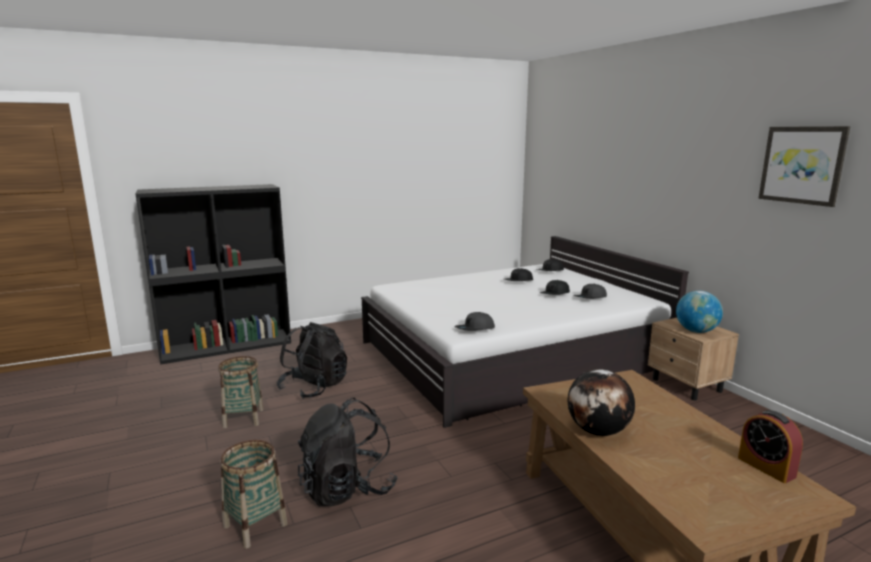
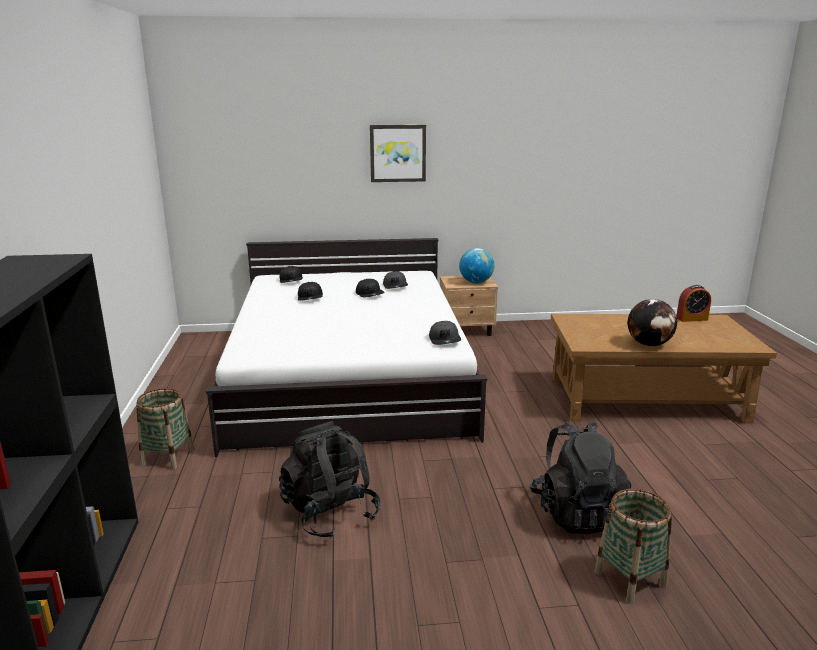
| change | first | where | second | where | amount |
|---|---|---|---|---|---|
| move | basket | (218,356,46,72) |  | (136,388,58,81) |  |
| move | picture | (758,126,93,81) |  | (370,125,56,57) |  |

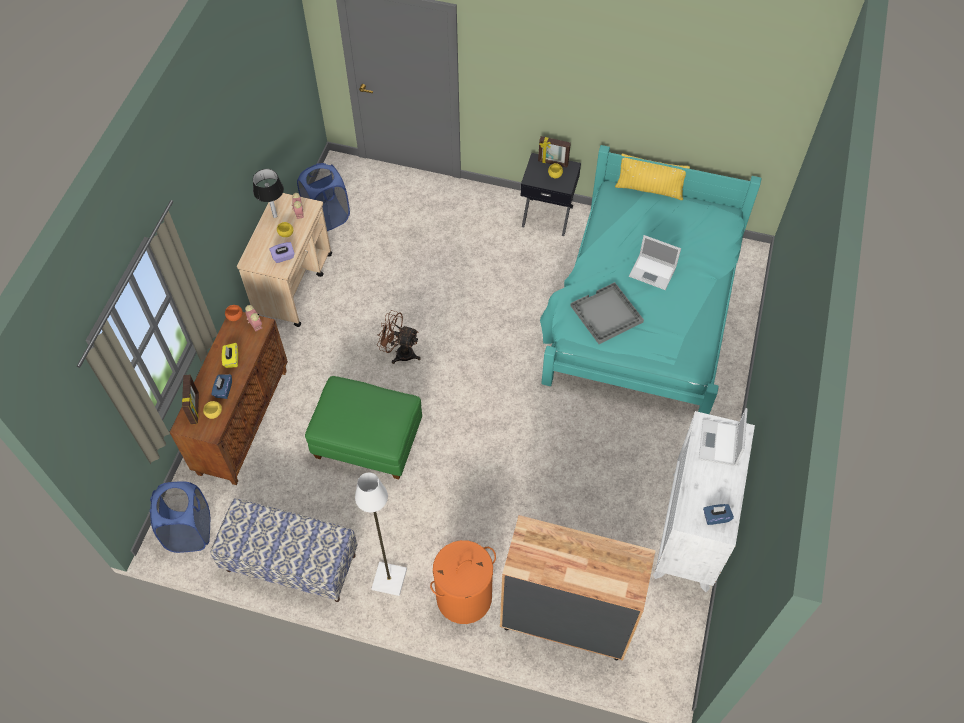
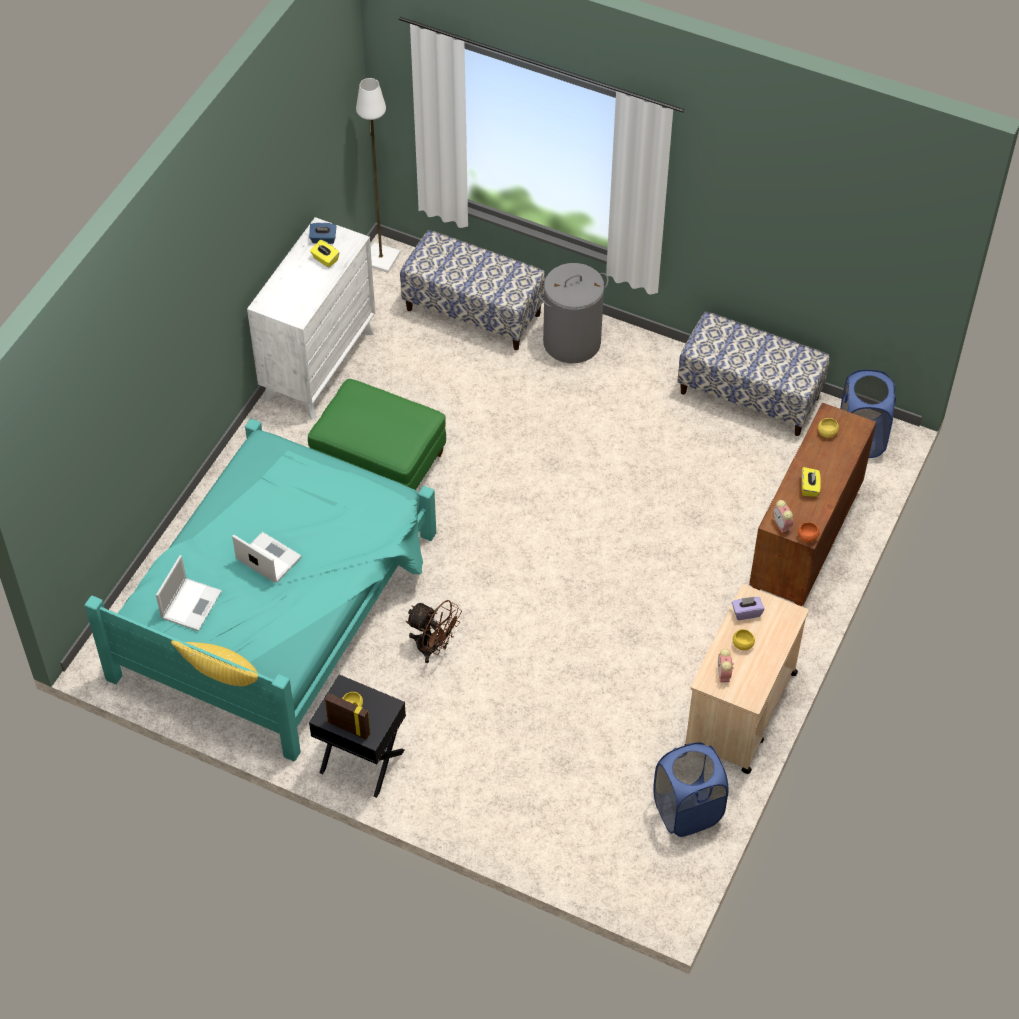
| change | first | where | second | where | amount |
|---|---|---|---|---|---|
| move | laptop | (699,408,49,58) |  | (156,555,66,76) |  |
| move | green ottoman | (305,376,117,103) |  | (308,379,138,111) |  |
| insert |  |  | yellow tissue box | (310,240,30,27) |  |
| move | white floor lamp | (355,473,52,123) |  | (356,78,44,195) |  |
| replace | brown dresser | (500,515,156,146) | bench | (400,230,146,120) |  |
| move | brown fan | (377,310,44,54) |  | (406,600,56,63) |  |
| recolor | orange laundry basket | (430,540,66,84) | grey laundry basket | (539,263,70,100) |  |
| delete | picture frame | (182,375,17,49) |  |  |  |
| delete | blue tissue box | (212,374,20,25) |  |  |  |
| delete | table lamp | (253,169,31,49) |  |  |  |
| delete | grey tray | (571,282,73,62) |  |  |  |

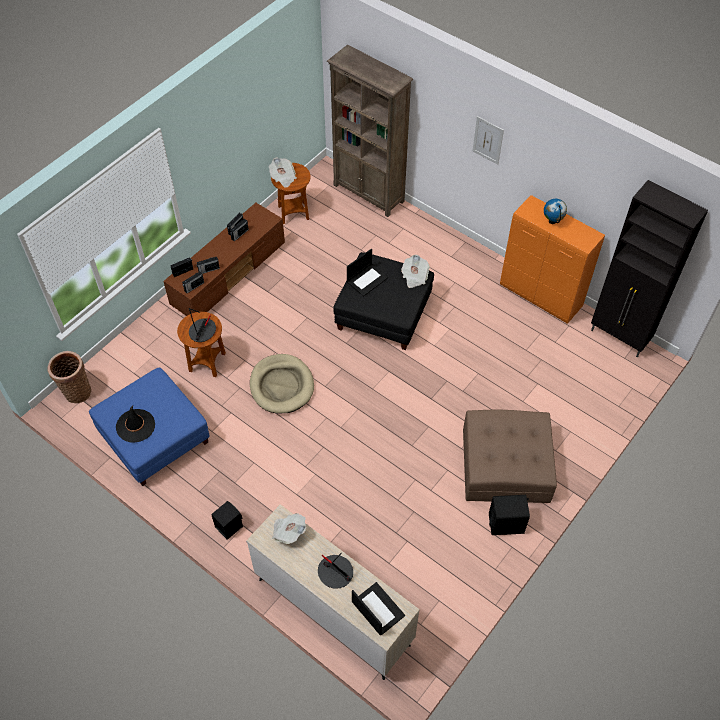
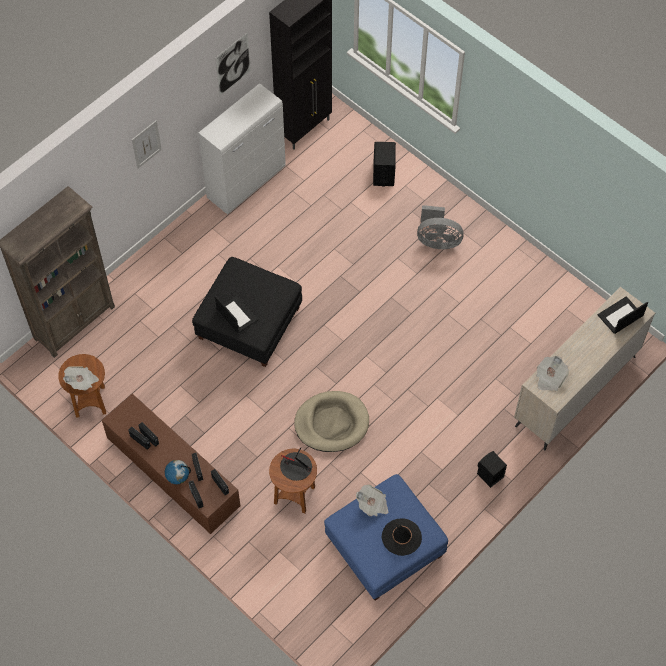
| change | first | where | second | where | amount |
|---|---|---|---|---|---|
| move | globe | (544,199,23,25) |  | (165,460,26,24) |  |
| recolor | orange cabinet | (500,195,105,129) | white cabinet | (198,83,88,132) |  |
| insert |  |  | picture | (215,32,36,64) |  |
| move | newspaper | (401,255,29,33) |  | (356,485,32,31) |  |
| move | black speaker | (489,495,41,40) |  | (373,142,23,44) |  |
| replace | brown ottoman | (463,409,94,94) | grey fan | (417,205,47,44) |  |
| delete | basket | (48,351,43,52) |  |  |  |
| delete | table lamp | (318,553,35,36) |  |  |  |

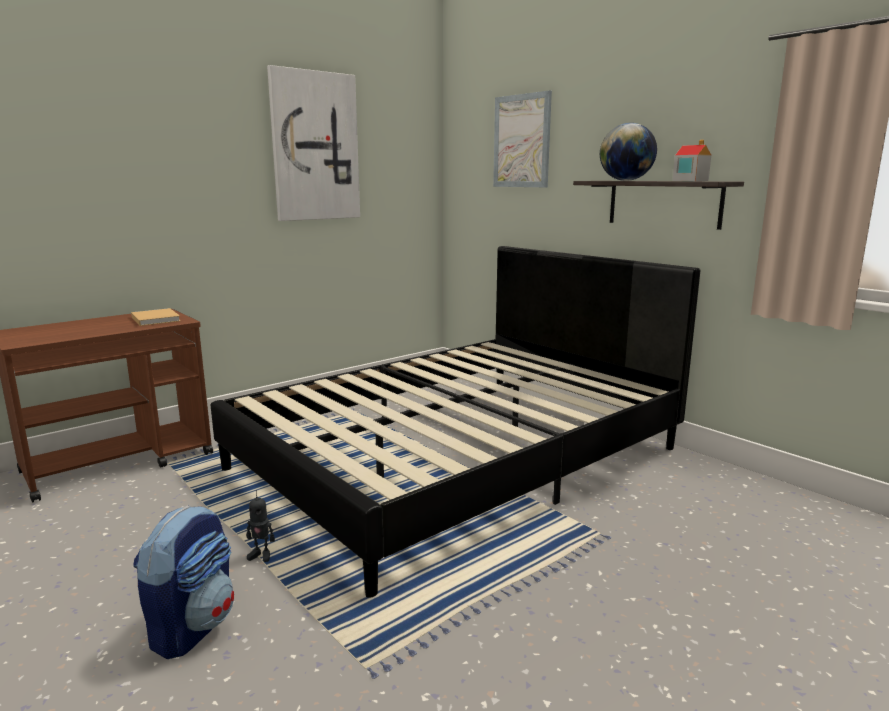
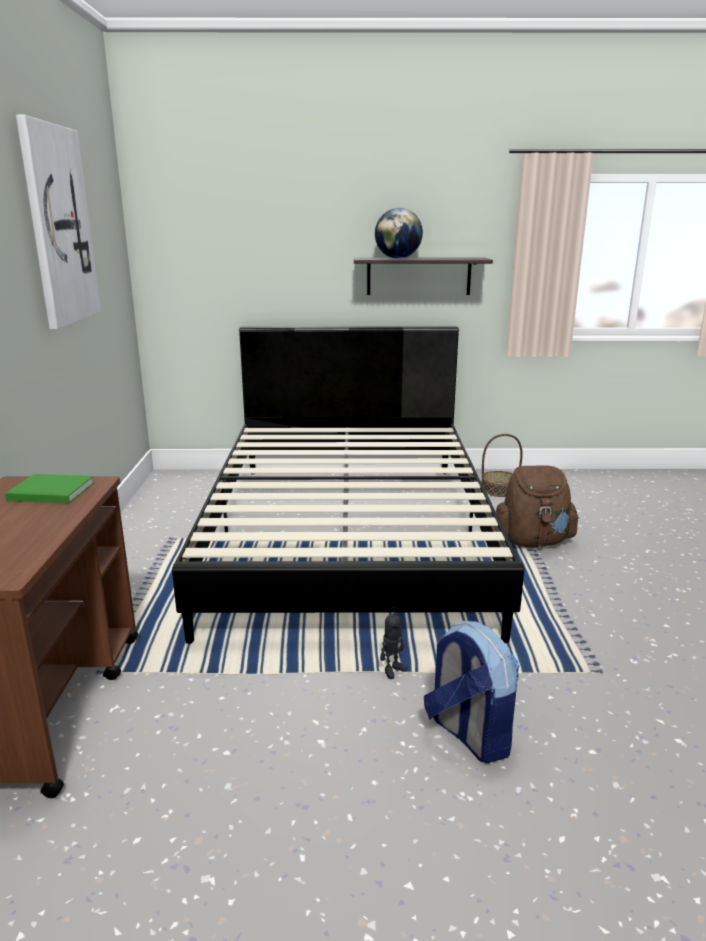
| change | first | where | second | where | amount |
|---|---|---|---|---|---|
| recolor | beige book | (131,308,49,18) | green book | (5,474,89,30) |  |
| insert |  |  | basket | (482,434,41,63) |  |
| insert |  |  | brown backpack | (495,465,84,82) |  |
| delete | picture | (493,90,59,97) |  |  |  |
| delete | toy house | (673,140,38,41) |  |  |  |

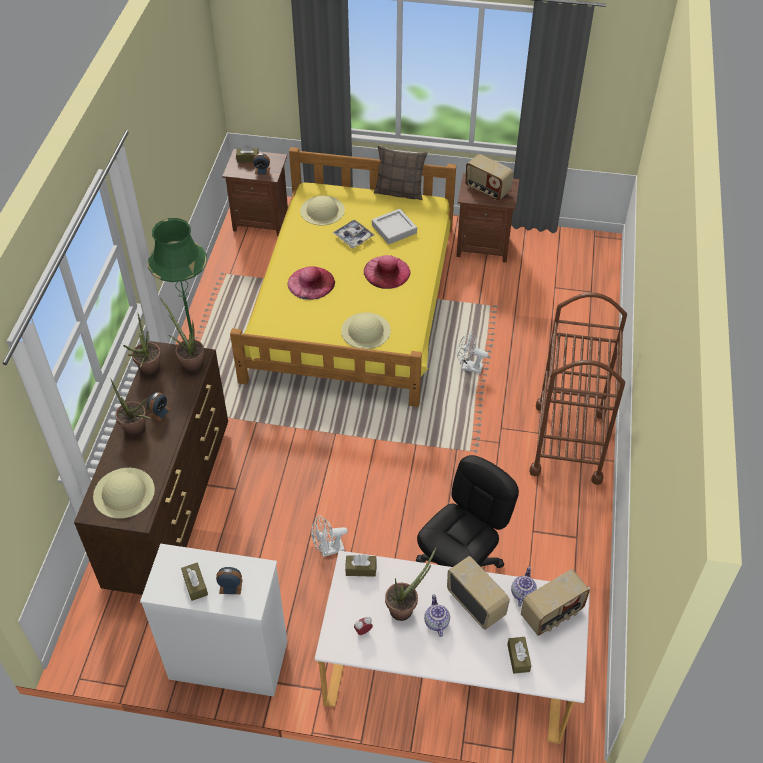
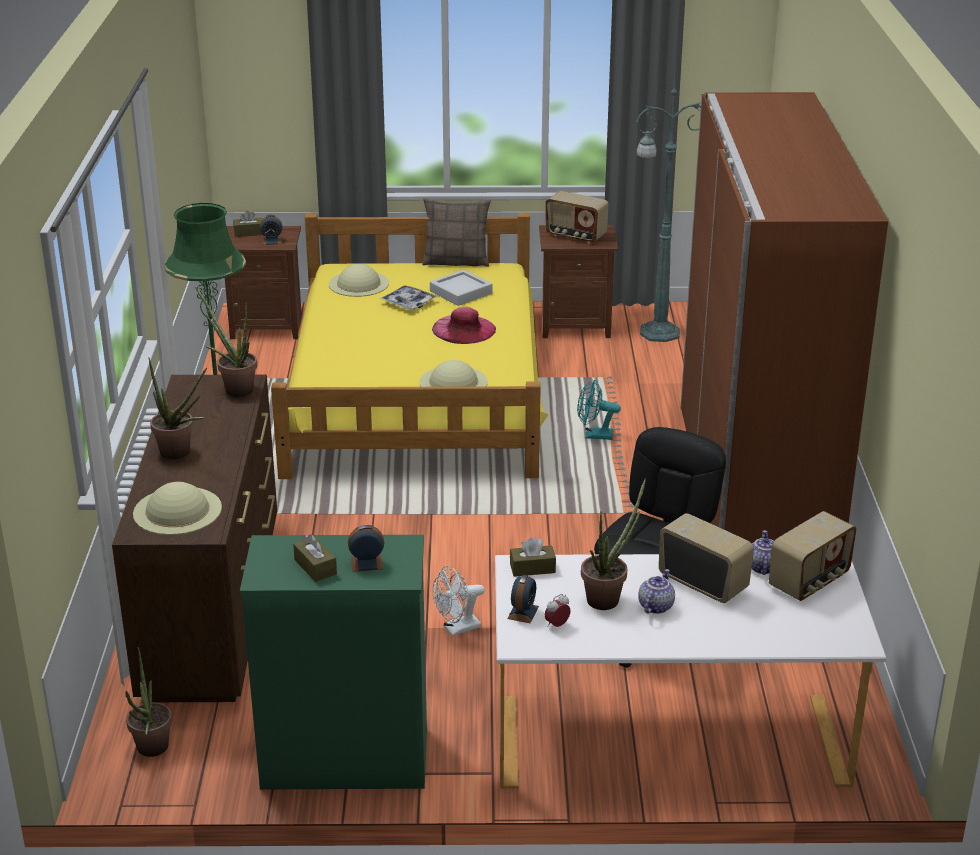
| change | first | where | second | where | amount |
|---|---|---|---|---|---|
| move | potted plant | (123,312,38,64) |  | (125,647,47,110) |  |
| recolor | white dresser | (140,544,148,153) | green dresser | (240,535,187,255) |  |
| move | alarm clock | (147,392,24,29) |  | (508,575,31,48) |  |
| recolor | white fan | (457,332,32,42) | turquoise fan | (577,379,44,61) |  |
| insert |  |  | green floor lamp | (636,65,65,277) |  |
| rotate | teapot | (424,594,26,43) |  | (638,569,37,45) | 45 degrees clockwise |
| replace | brown cart | (529,293,98,192) | brown wardrobe | (680,92,208,451) |  |
| delete | pink hat | (288,266,47,34) |  |  |  |
| delete | brown tissue box | (507,637,24,37) |  |  |  |

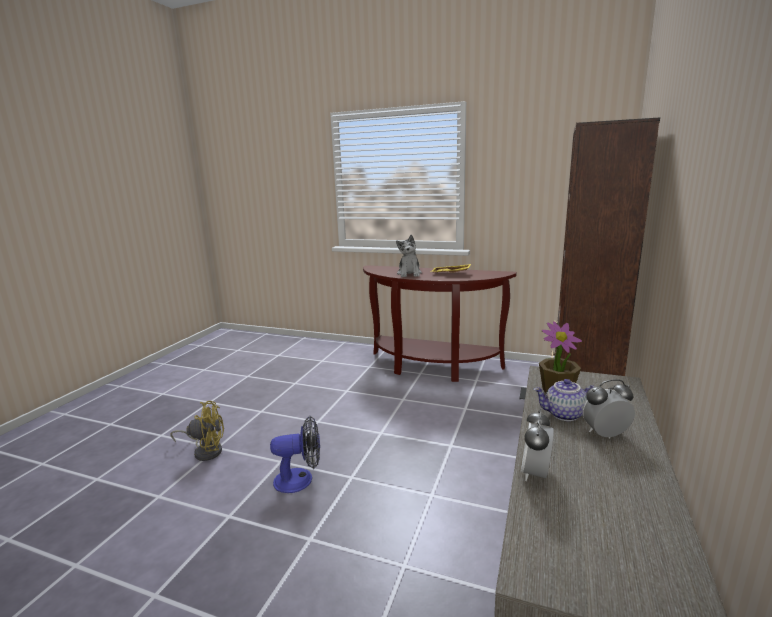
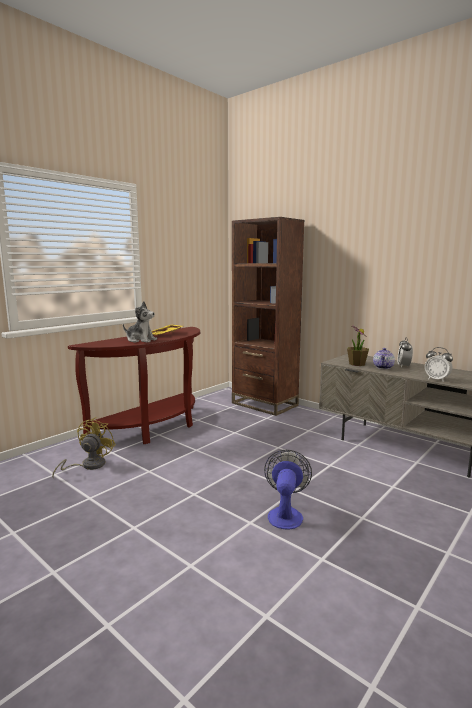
| change | first | where | second | where | amount |
|---|---|---|---|---|---|
| move | yellow fan | (170,401,54,60) |  | (52,417,64,62) |  |

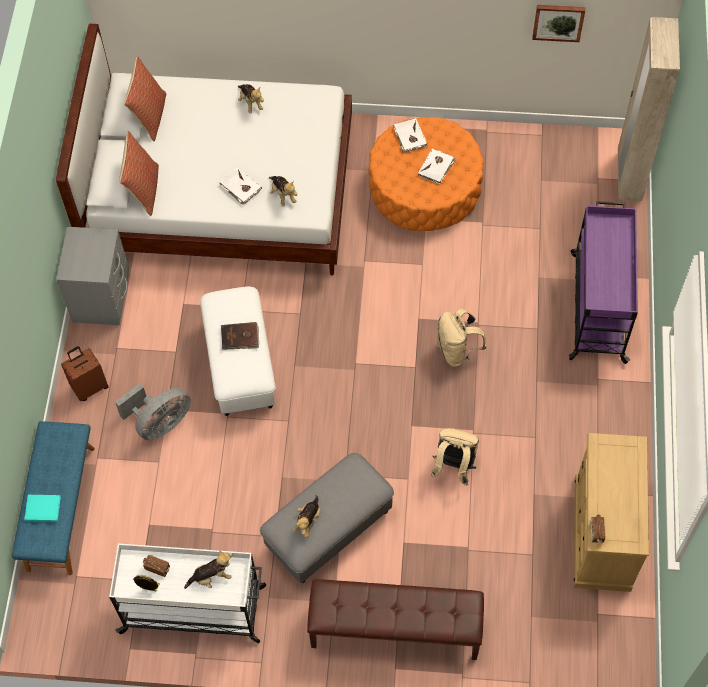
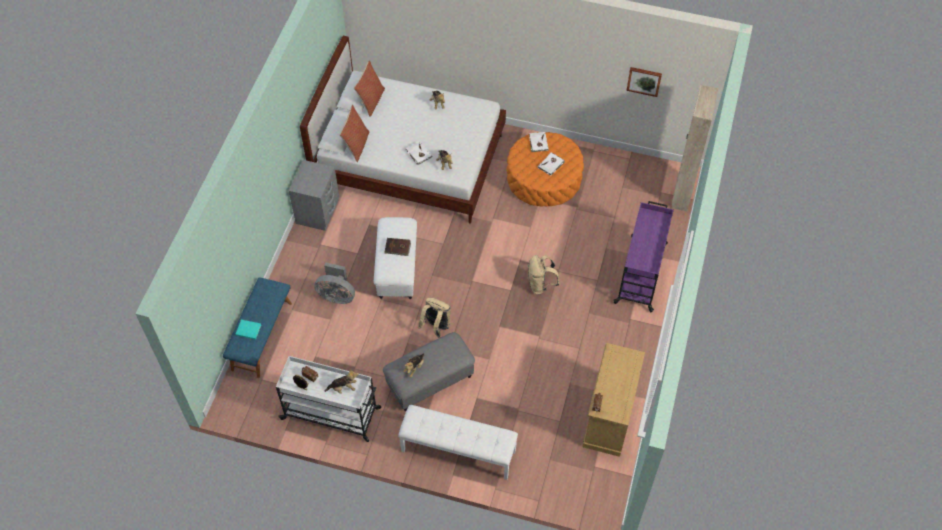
| change | first | where | second | where | amount |
|---|---|---|---|---|---|
| rotate | grey fan | (115,384,76,56) |  | (314,262,41,42) | 45 degrees clockwise |
| recolor | brown bench | (307,579,177,81) | white bench | (398,405,120,75) |  |
| move | beige backpack | (431,428,48,58) |  | (418,298,33,40) |  |
| delete | brown suitcase | (61,346,48,55) |  |  |  |

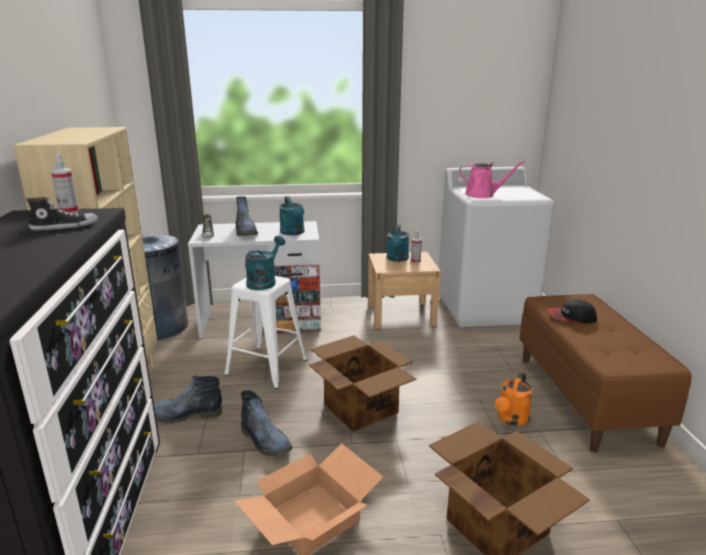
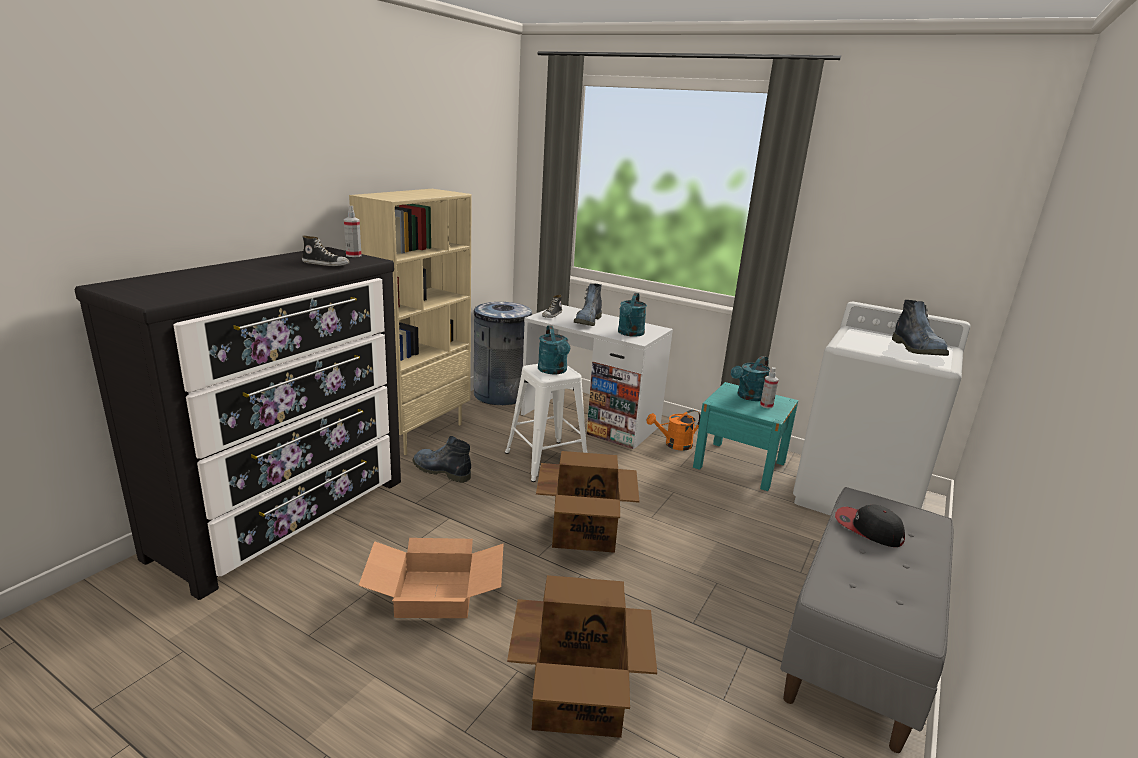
| change | first | where | second | where | amount |
|---|---|---|---|---|---|
| rotate | turquoise watering can | (245,236,40,54) |  | (538,325,32,49) | 105 degrees clockwise |
| move | orange watering can | (495,372,38,54) |  | (646,410,55,41) |  |
| recolor | beige nightstand | (368,252,72,76) | turquoise nightstand | (693,382,105,109) |  |
| recolor | brown bench | (519,294,173,158) | grey bench | (780,487,174,266) |  |
| move | boot | (241,390,51,66) |  | (892,300,57,56) |  |
| delete | pink watering can | (459,161,66,37) |  |  |  |

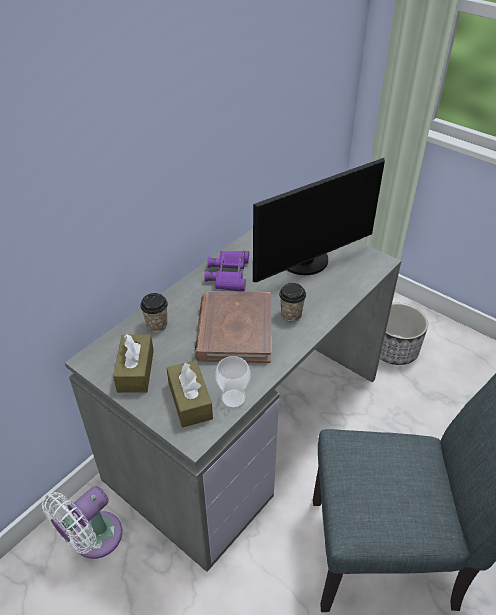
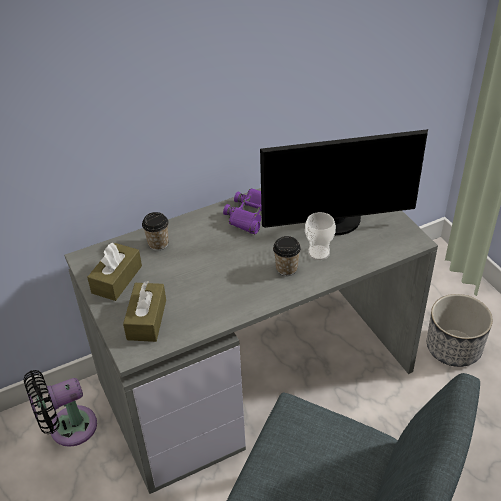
| change | first | where | second | where | amount |
|---|---|---|---|---|---|
| recolor | white fan | (42,486,80,73) | black fan | (24,370,73,77) |  |
| move | cup | (215,356,36,53) |  | (305,212,31,48) |  |
| delete | brown book | (194,291,77,72) |  |  |  |

